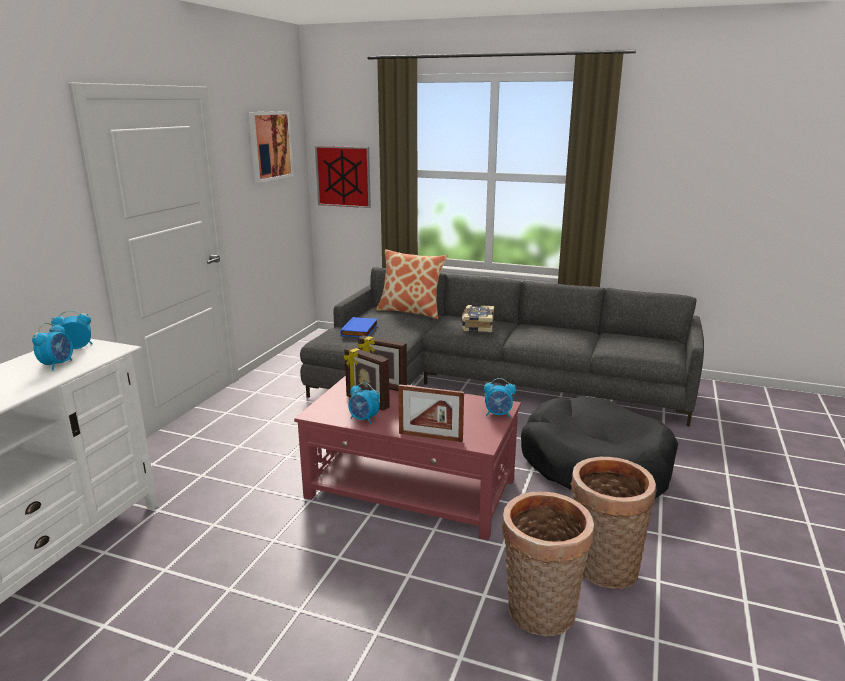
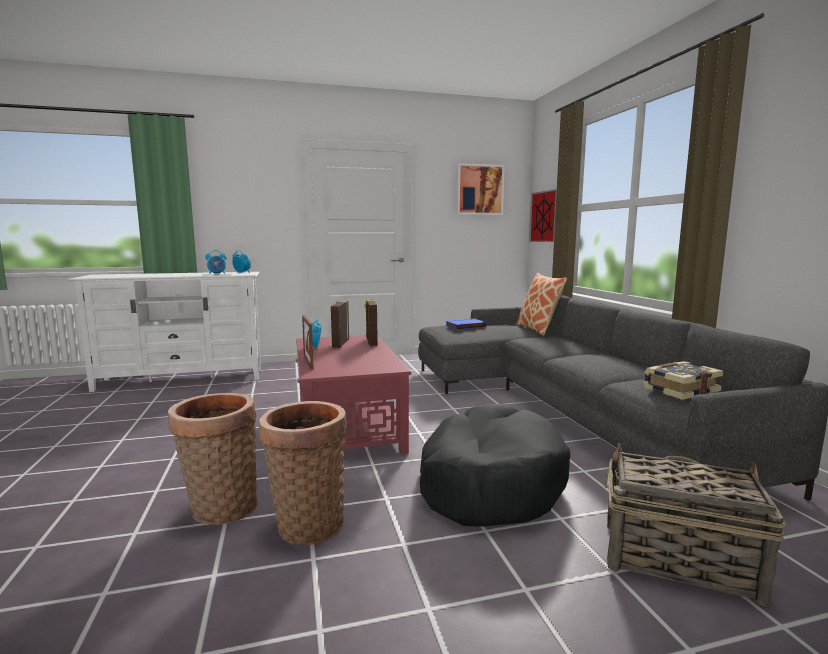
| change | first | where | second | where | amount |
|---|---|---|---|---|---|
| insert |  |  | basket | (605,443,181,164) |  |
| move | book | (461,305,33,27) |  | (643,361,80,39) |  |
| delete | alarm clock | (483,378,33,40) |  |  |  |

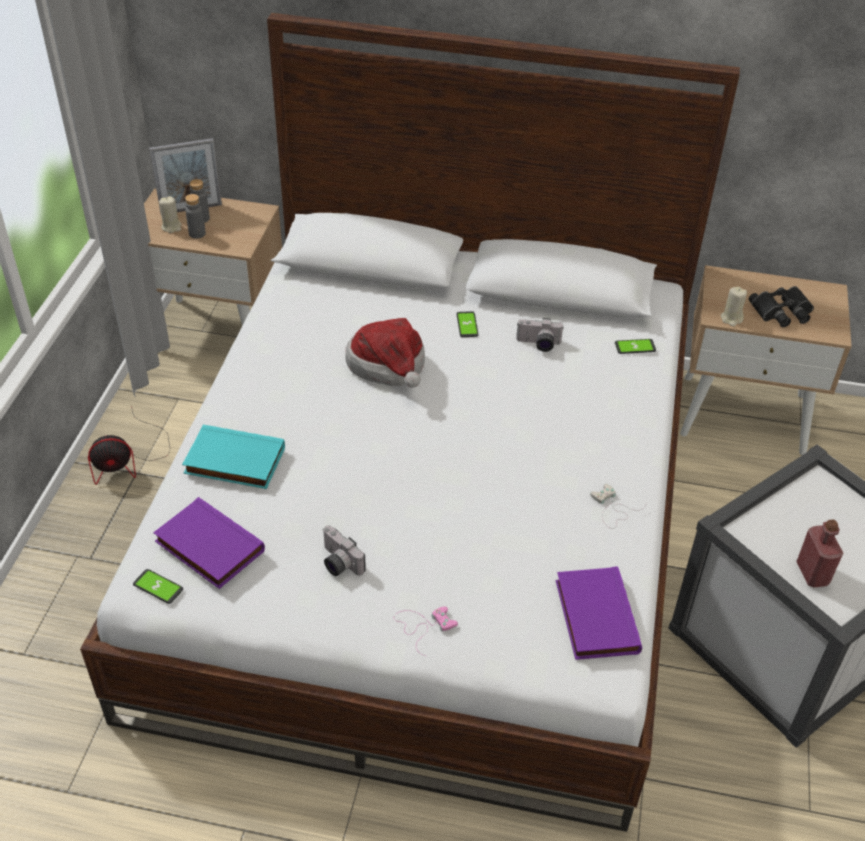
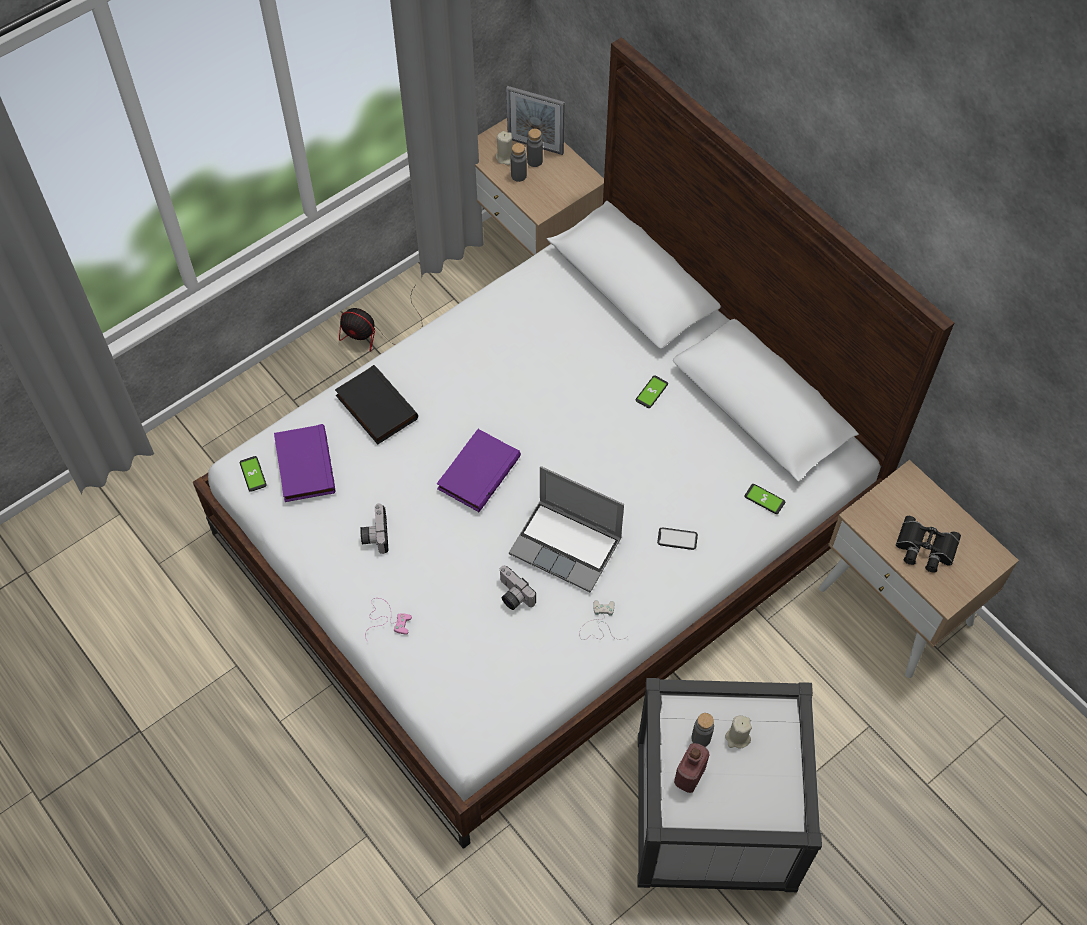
| change | first | where | second | where | amount |
|---|---|---|---|---|---|
| recolor | turquoise book | (182,425,103,64) | black book | (335,365,83,80) |  |
| move | purple book | (556,566,86,94) |  | (437,429,84,83) |  |
| move | photo camera | (516,318,48,34) |  | (499,566,37,44) |  |
| insert |  |  | laptop | (509,466,115,127) |  |
| insert |  |  | phone | (657,527,41,23) |  |
| insert |  |  | grey bottle | (691,713,23,34) |  |
| move | beige candle | (721,287,26,39) |  | (725,715,27,34) |  |
| delete | hat | (345,318,80,69) |  |  |  |

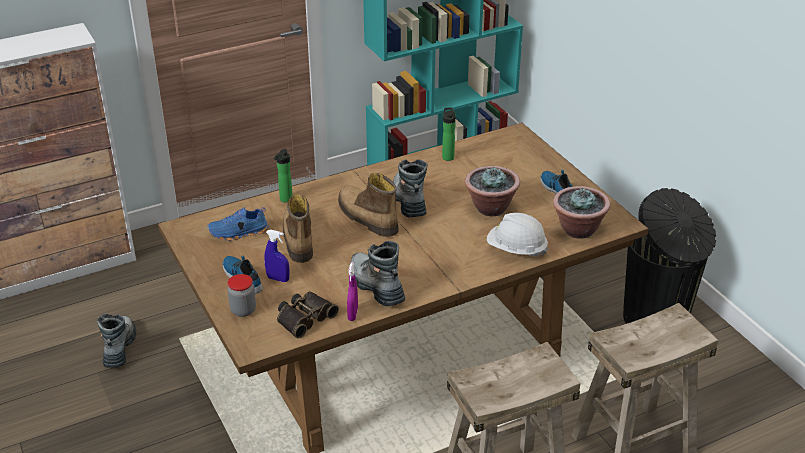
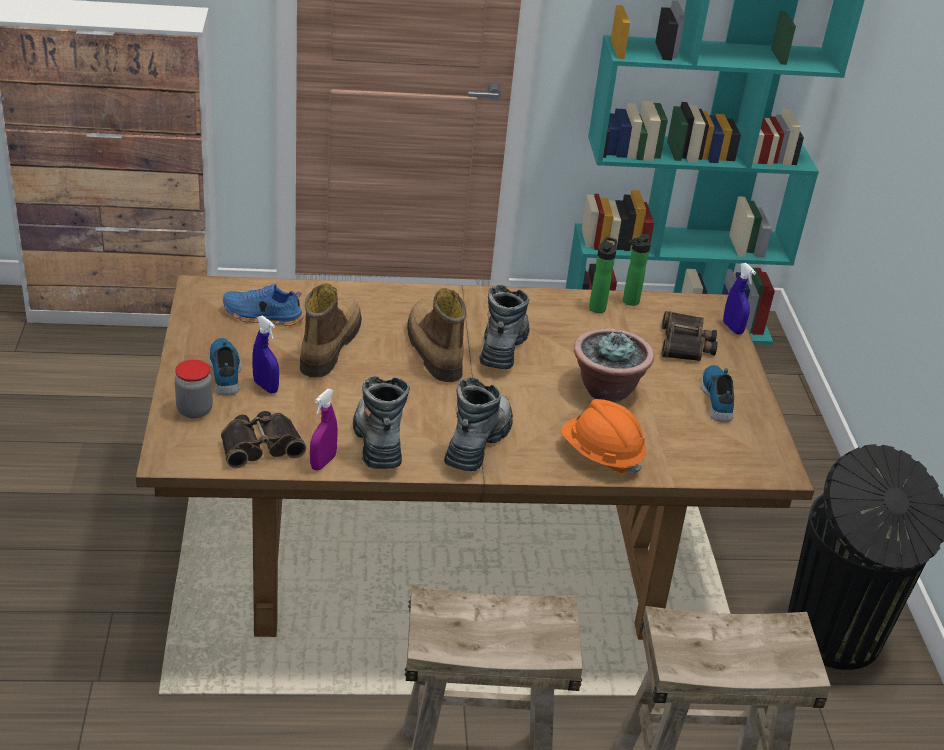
| change | first | where | second | where | amount |
|---|---|---|---|---|---|
| move | boot | (97,313,39,55) |  | (444,377,69,94) |  |
| recolor | white hard hat | (487,213,61,44) | orange hard hat | (561,399,85,77) |  |
| move | bottle | (274,149,19,54) |  | (623,234,28,72) |  |
| insert |  |  | binoculars | (661,311,57,50) |  |
| insert |  |  | blue spray bottle | (723,263,33,72) |  |
| delete | potted plant | (553,186,57,53) |  |  |  |

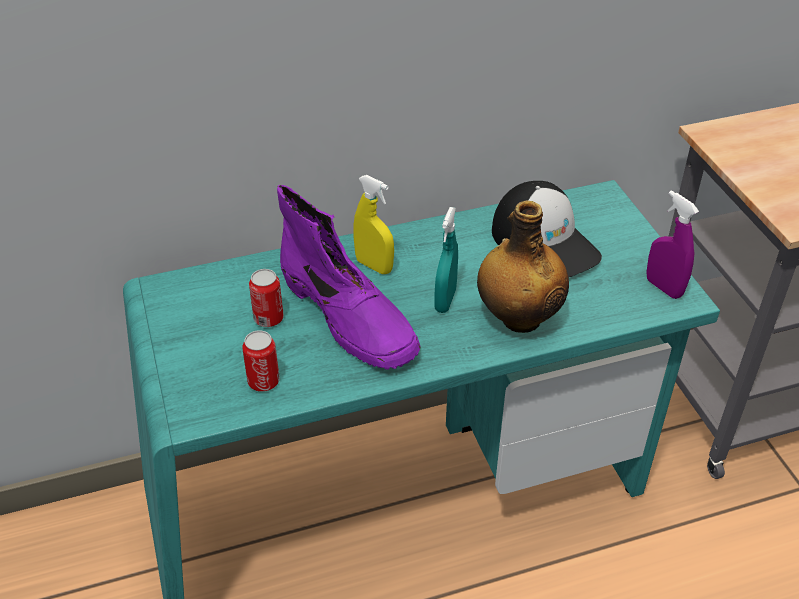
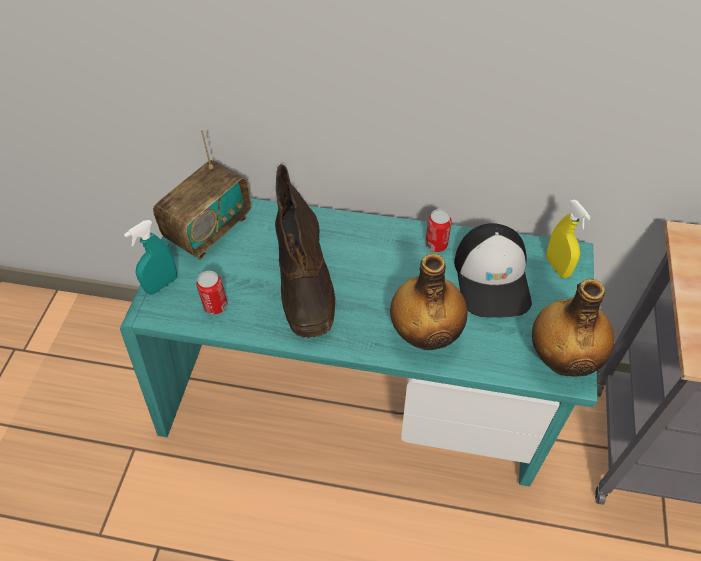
| change | first | where | second | where | amount |
|---|---|---|---|---|---|
| move | turquoise spray bottle | (434,207,24,106) |  | (124,220,53,75) |  |
| insert |  |  | radio | (153,129,98,131) |  |
| recolor | purple boot | (277,185,143,184) | brown boot | (275,164,62,174) |  |
| move | can | (249,269,35,58) |  | (425,209,27,43) |  |
| replace | purple spray bottle | (646,190,53,109) | bottle | (532,279,82,98) |  |
| move | yellow spray bottle | (353,175,41,99) |  | (546,200,45,78) |  |

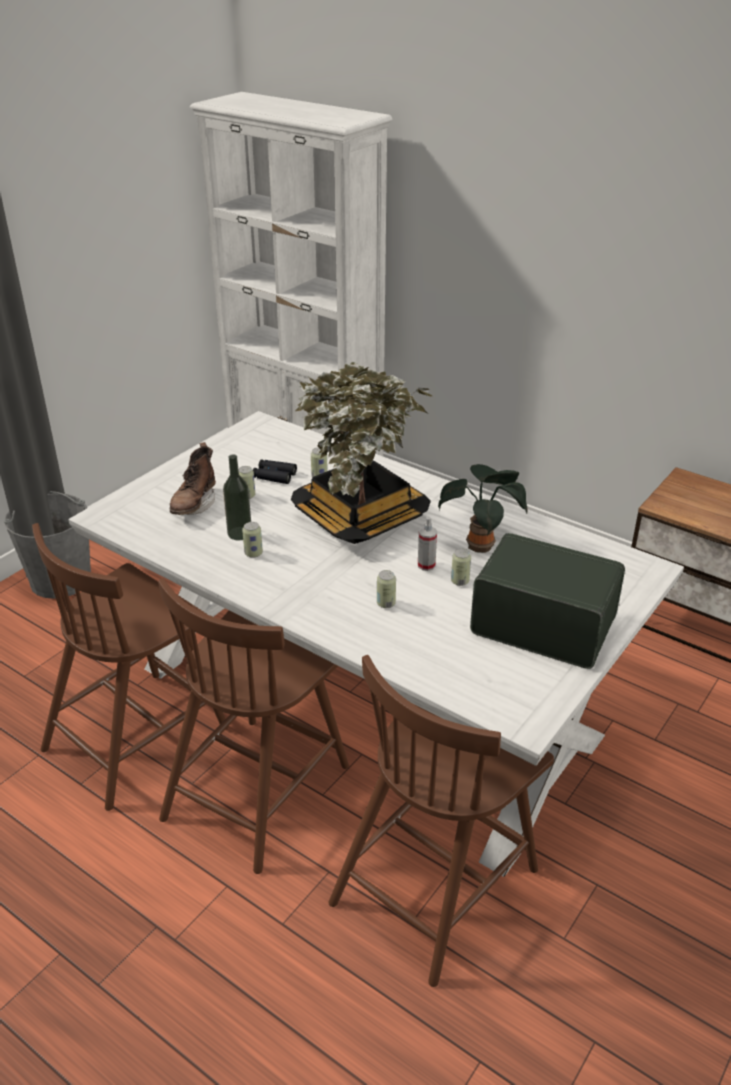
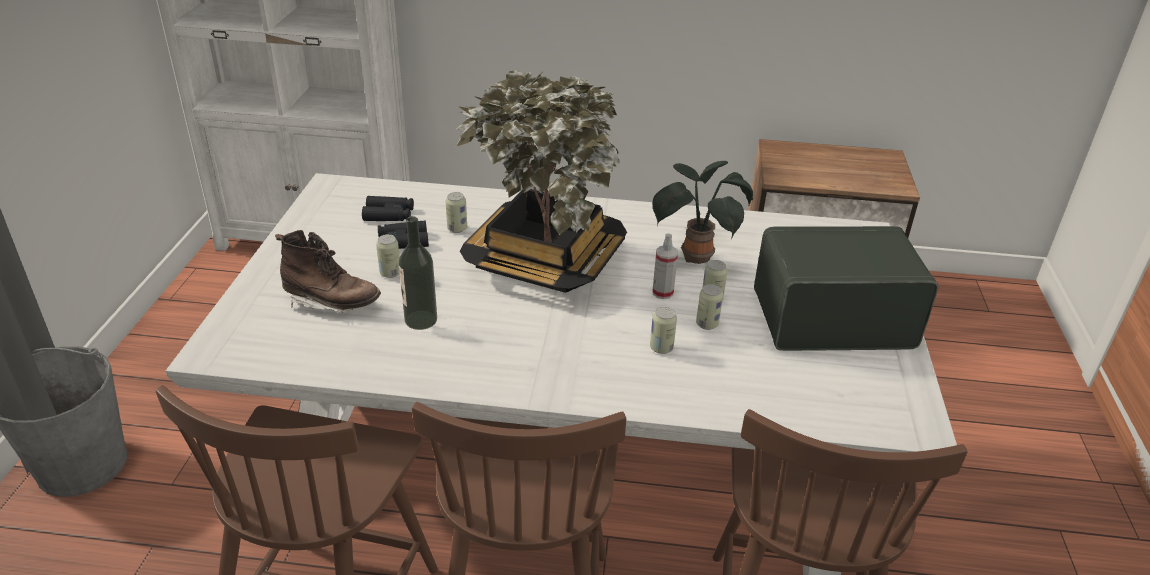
| change | first | where | second | where | amount |
|---|---|---|---|---|---|
| rotate | brown boot | (170,442,46,73) |  | (275,230,106,84) | 60 degrees counterclockwise |
| insert |  |  | black binoculars | (362,196,52,25) |  |
| move | can | (242,522,21,36) |  | (696,284,27,46) |  |

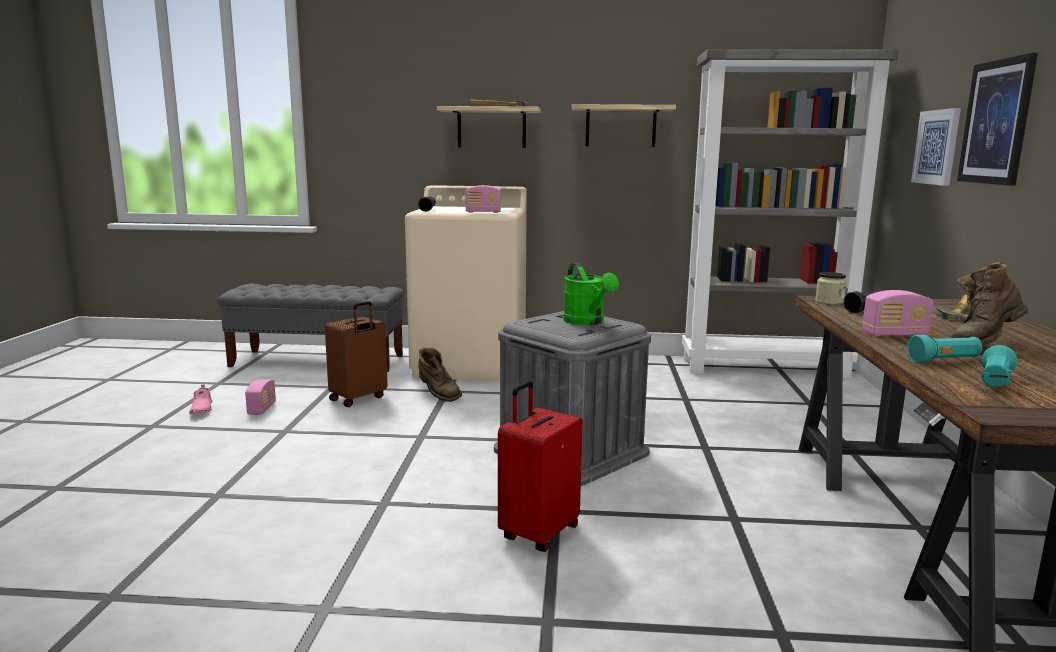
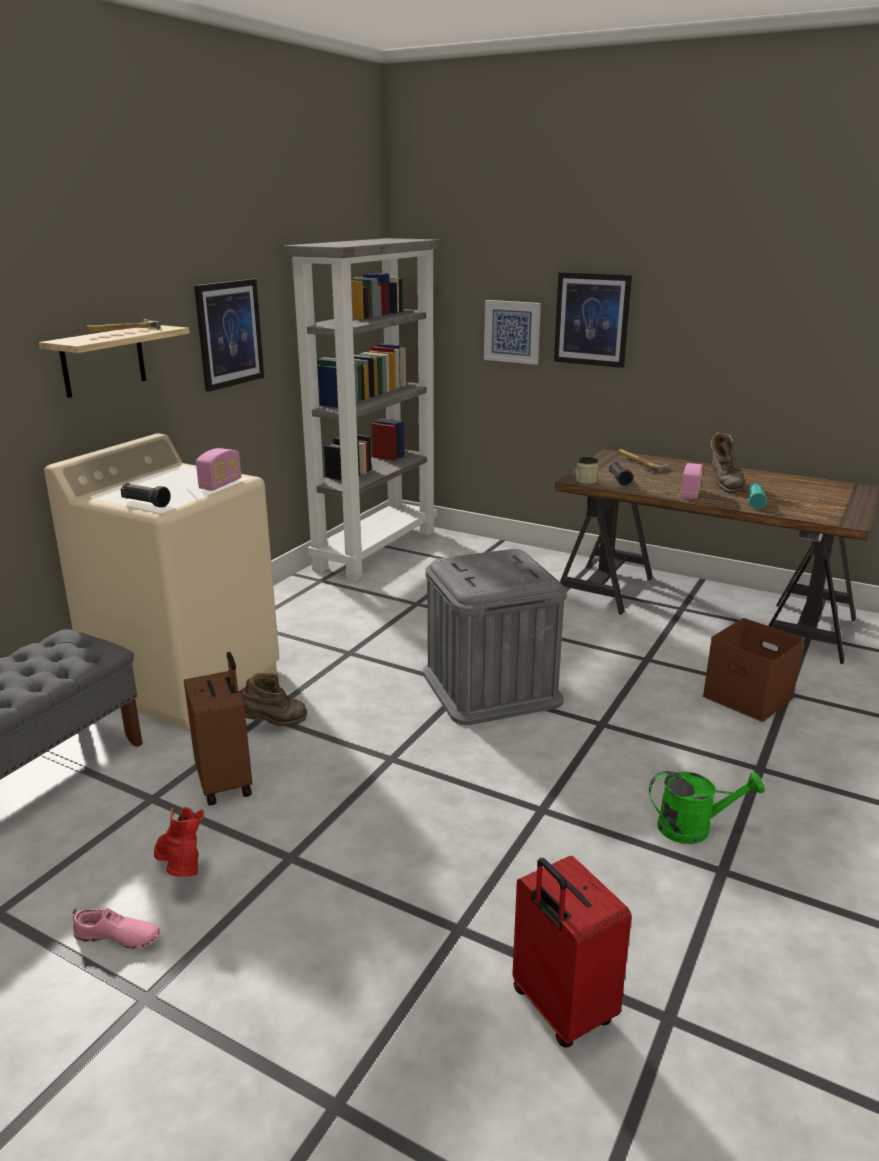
| change | first | where | second | where | amount |
|---|---|---|---|---|---|
| replace | radio | (245,379,31,36) | red boot | (154,807,50,70) |  |
| replace | shelf | (572,104,104,43) | picture | (194,279,70,113) |  |
| move | red suitcase | (498,381,85,171) |  | (513,855,119,193) |  |
| move | green watering can | (563,263,56,62) |  | (649,771,116,73) |  |
| insert |  |  | brown storage box | (703,618,101,104) |  |
| delete | turquoise flashlight | (981,345,36,42) |  |  |  |

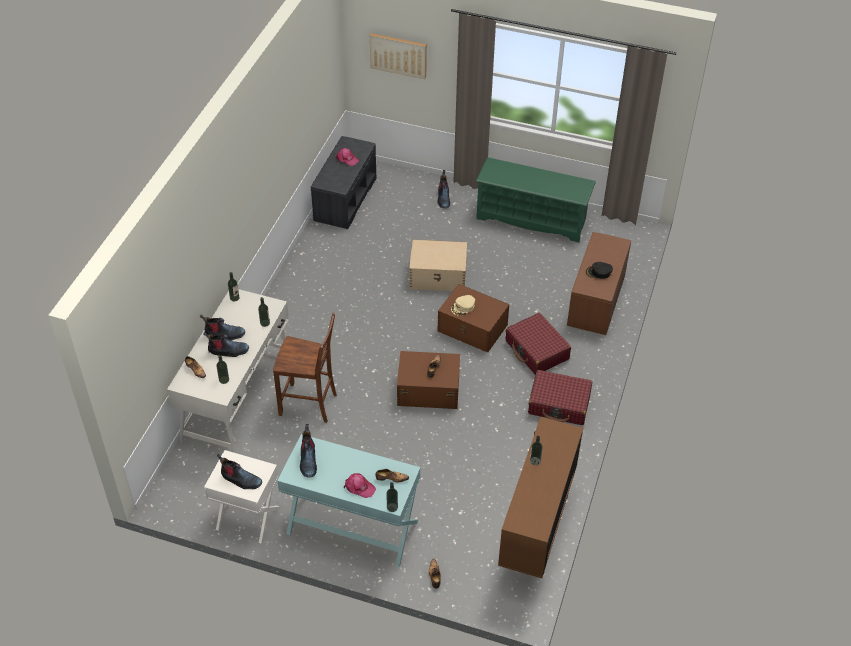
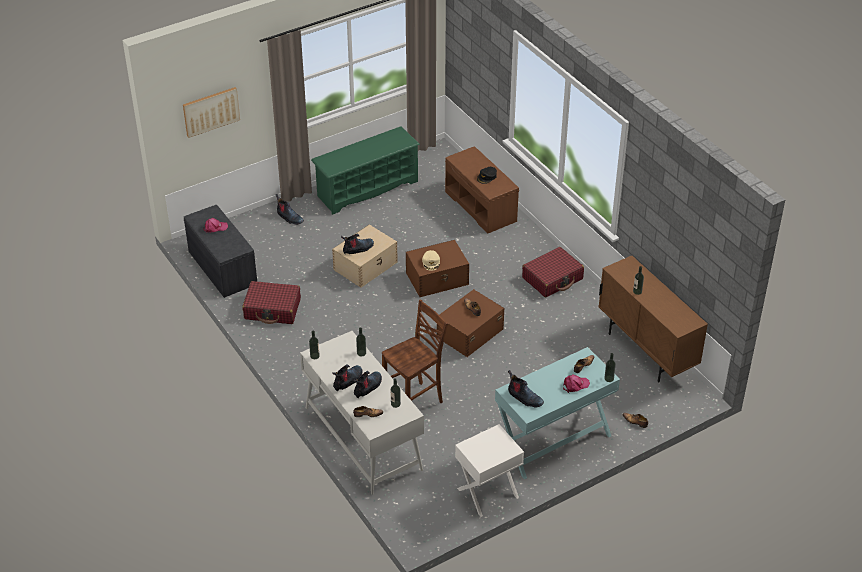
| change | first | where | second | where | amount |
|---|---|---|---|---|---|
| move | red suitcase | (506,313,65,62) |  | (242,281,59,43) |  |
| move | boot | (217,454,45,35) |  | (341,233,33,21) |  |

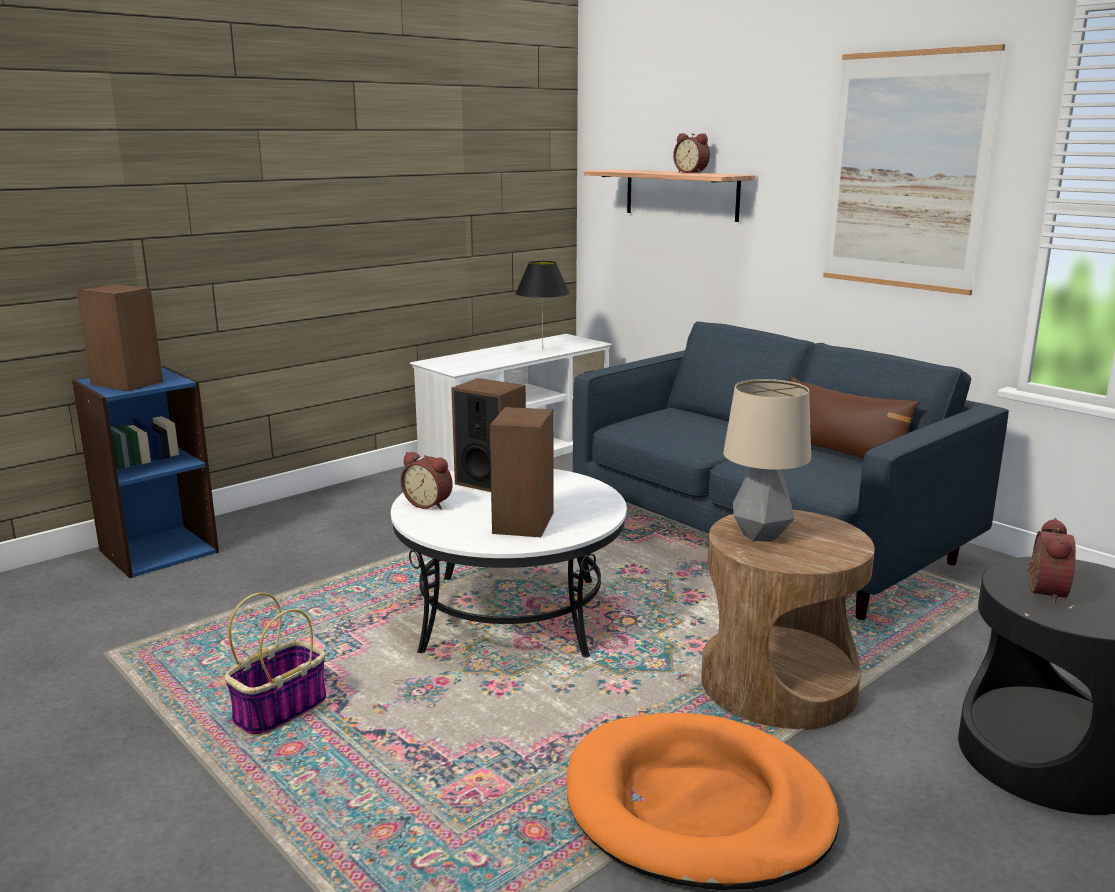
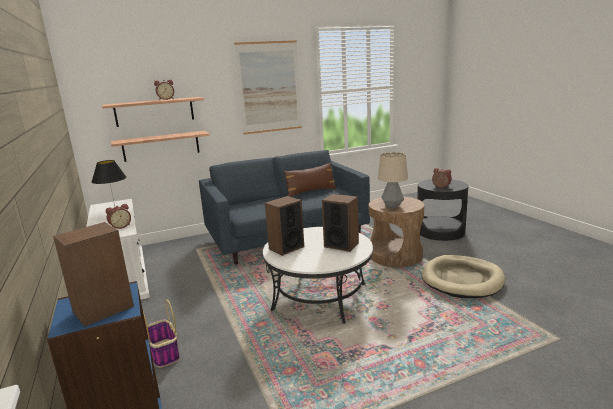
| change | first | where | second | where | amount |
|---|---|---|---|---|---|
| move | alarm clock | (401,452,52,58) |  | (106,204,25,25) |  |
| insert |  |  | shelf | (111,131,99,31) |  |
| move | basket | (225,593,102,143) |  | (143,299,37,69) |  |
| recolor | orange dog bed | (566,713,273,177) | beige dog bed | (422,255,83,43) |  |

